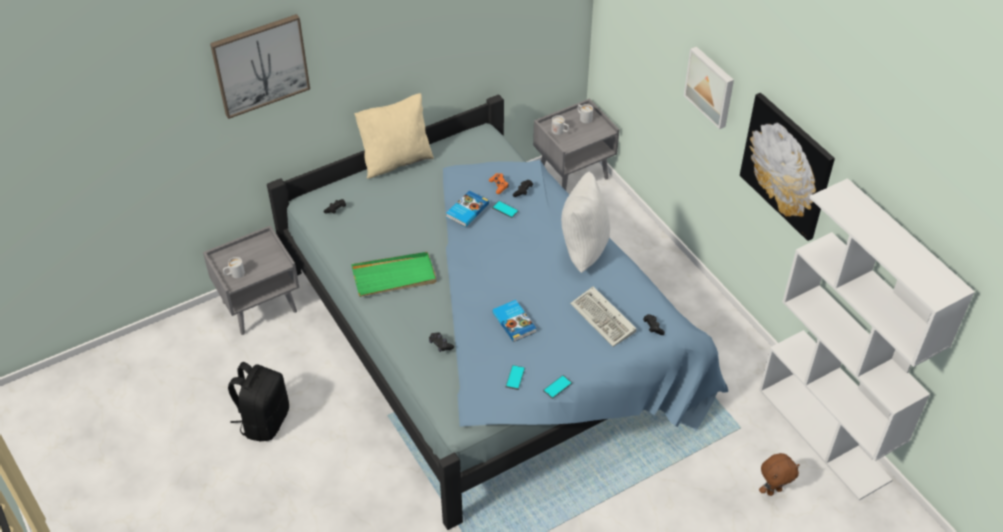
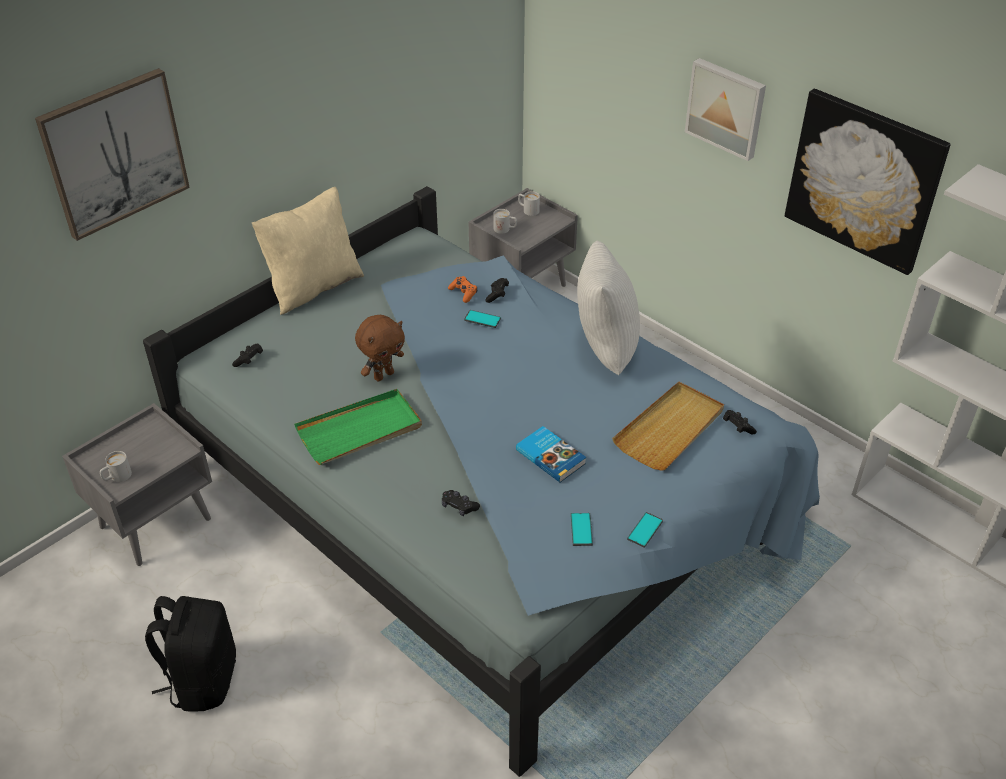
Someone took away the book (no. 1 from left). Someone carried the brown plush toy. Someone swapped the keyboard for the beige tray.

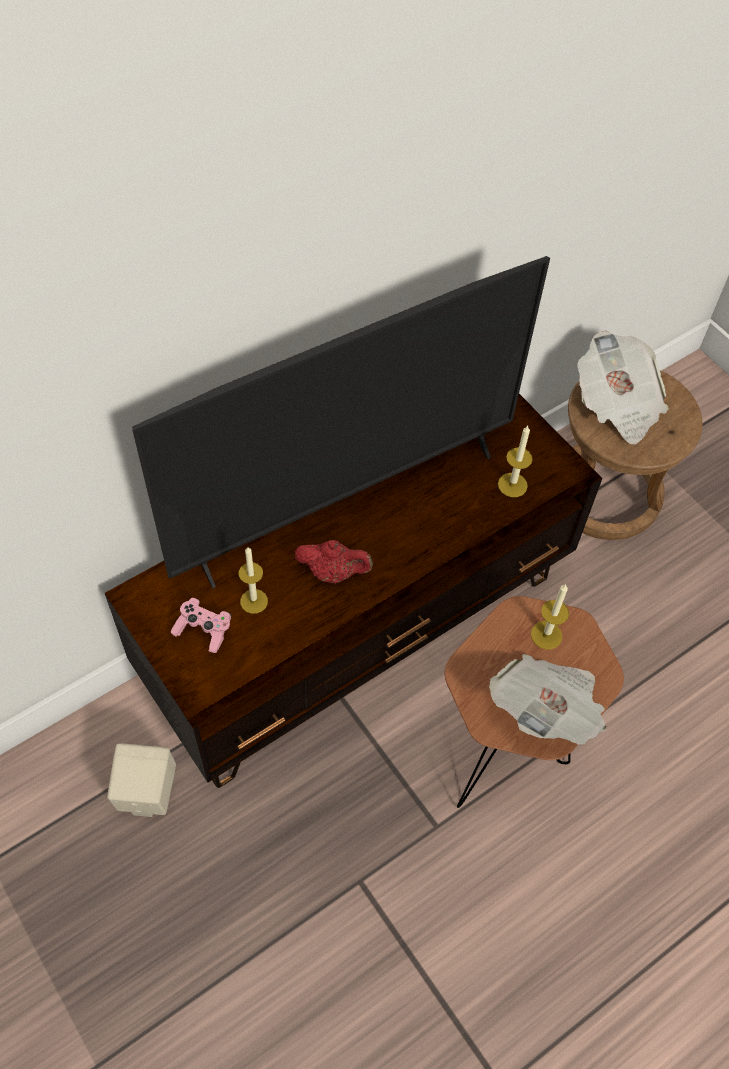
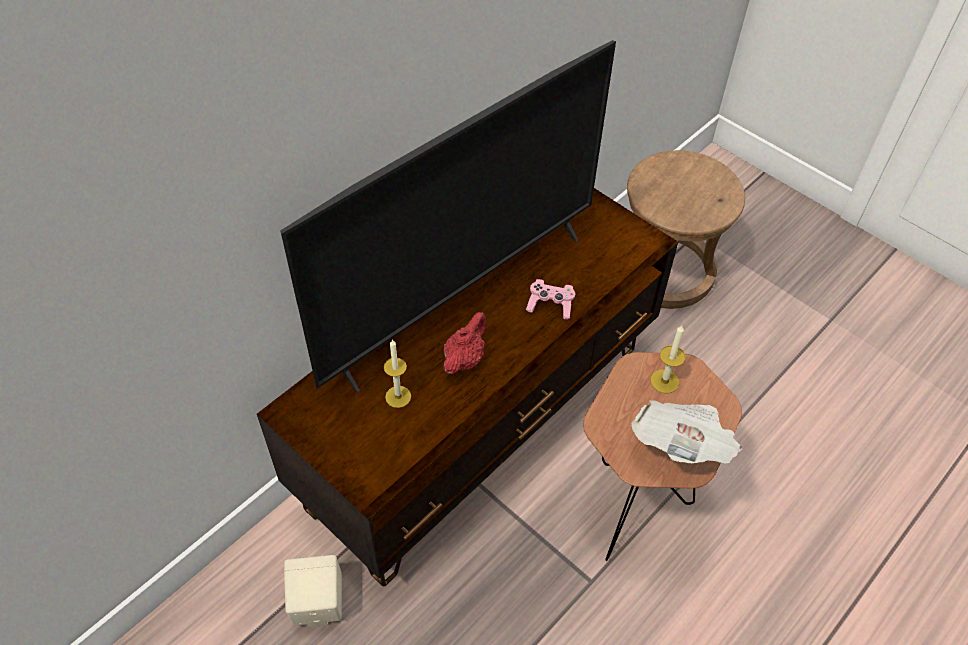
Someone took away the candle (no. 2 from left). Someone took away the newspaper (no. 2 from left). Someone carried the pink game controller. Someone rotated the red teapot by 60 degrees counterclockwise.

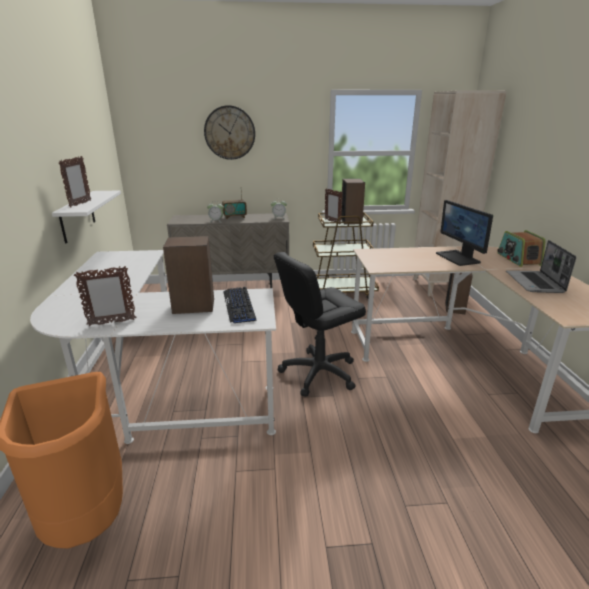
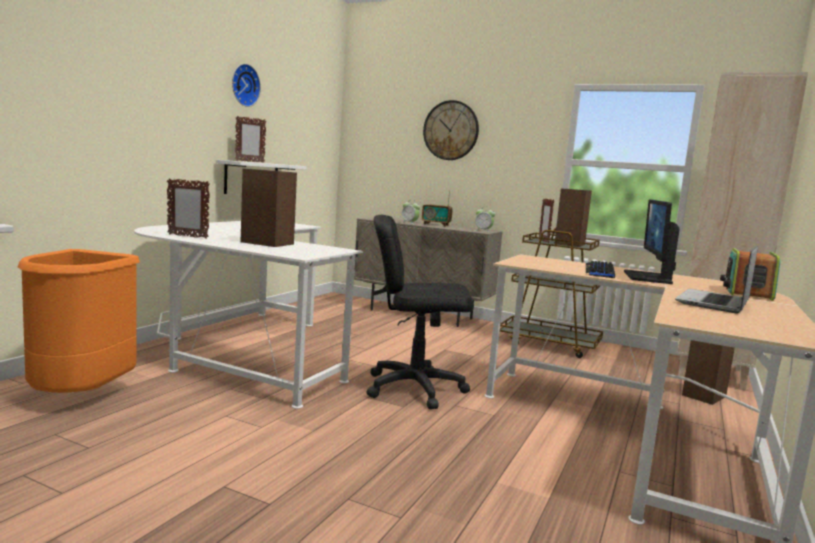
Someone put up the wall clock (no. 1 from left). Someone carried the keyboard.

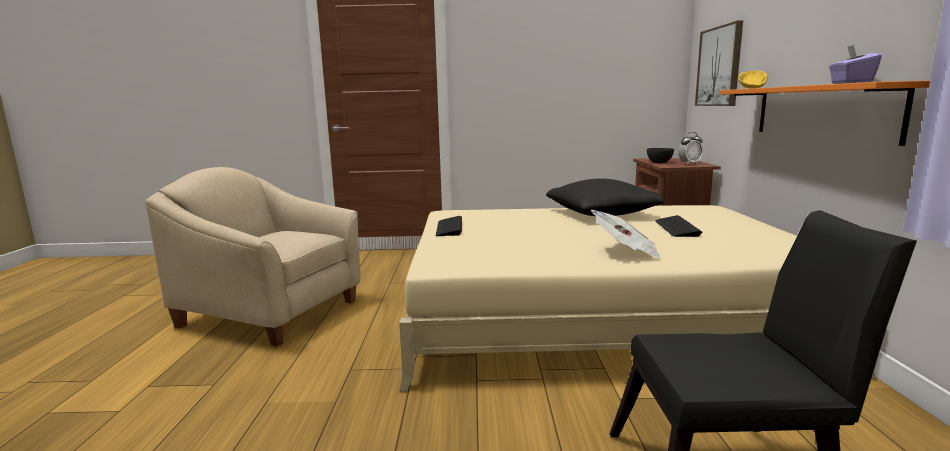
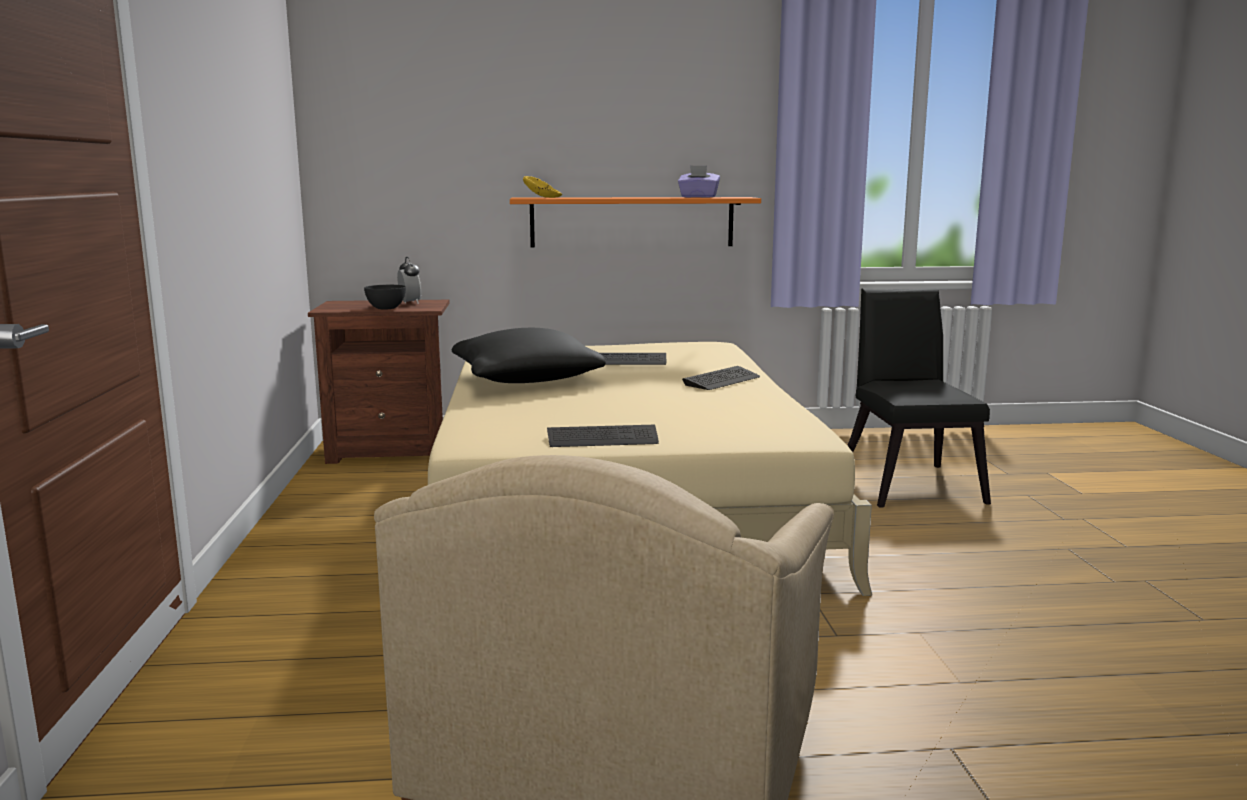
Someone took away the picture. Someone swapped the newspaper for the keyboard (no. 3 from left).

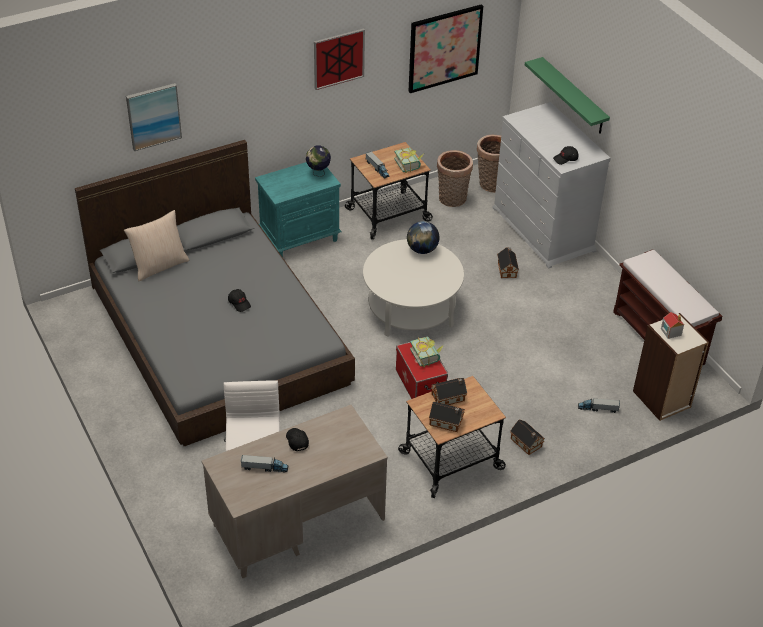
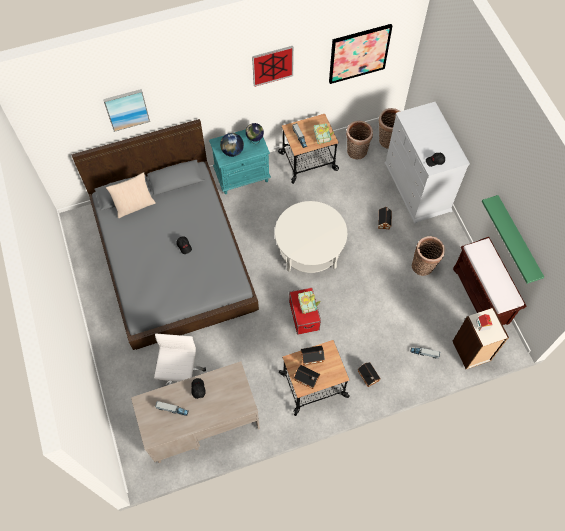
Someone put down the basket (no. 3 from left). Someone carried the globe (no. 2 from left in the first image). Someone carried the green shelf.

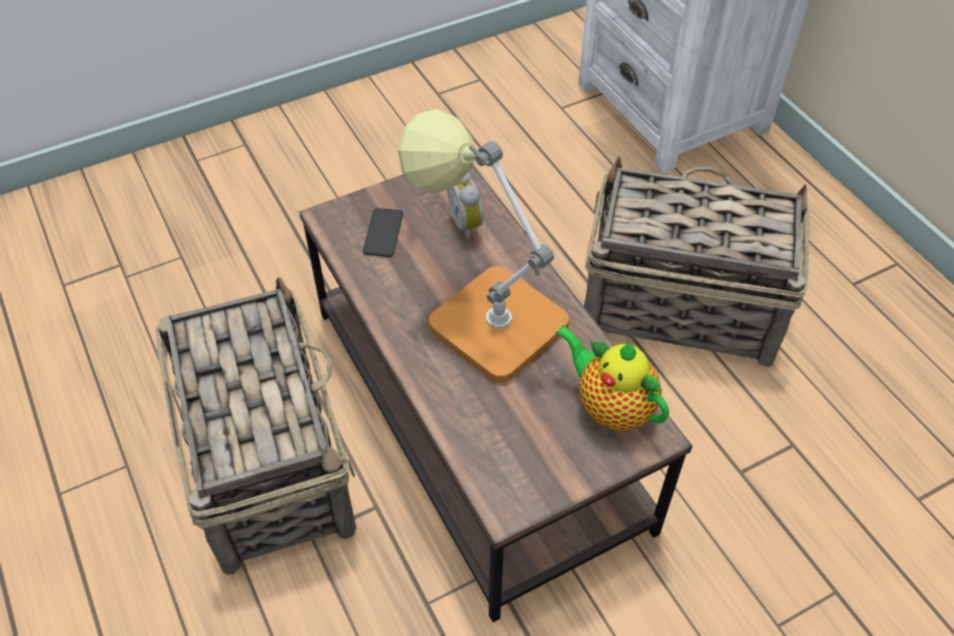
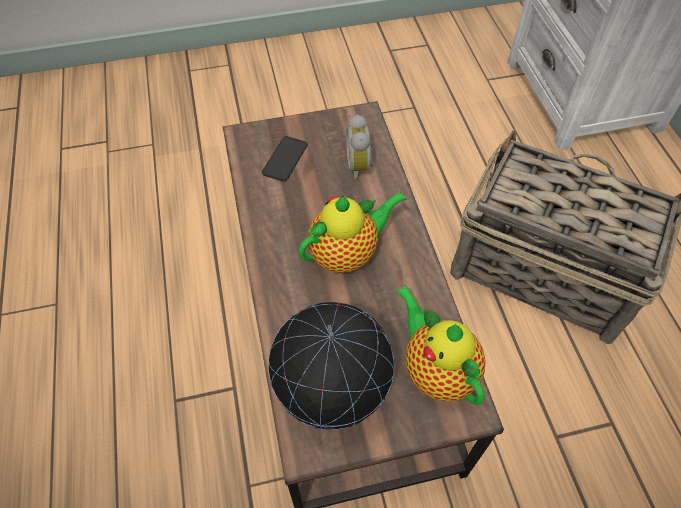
Someone took away the basket (no. 1 from left). Someone put down the globe. Someone swapped the table lamp for the teapot (no. 1 from left).

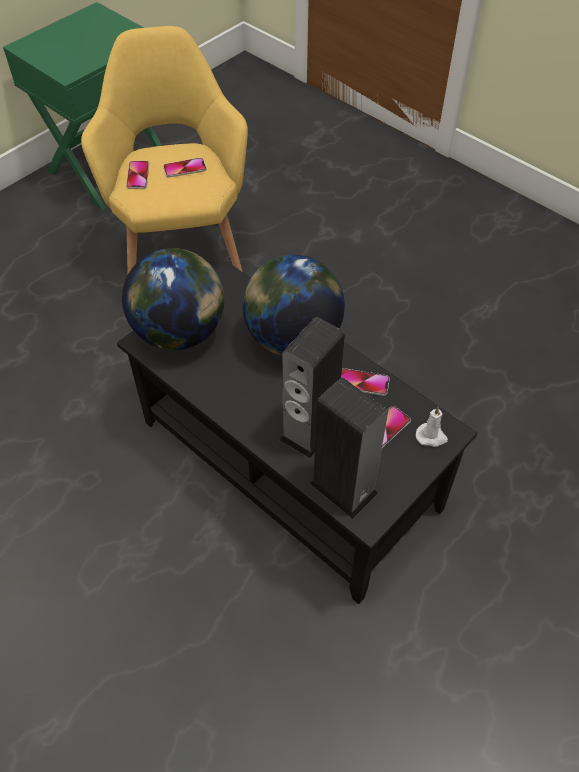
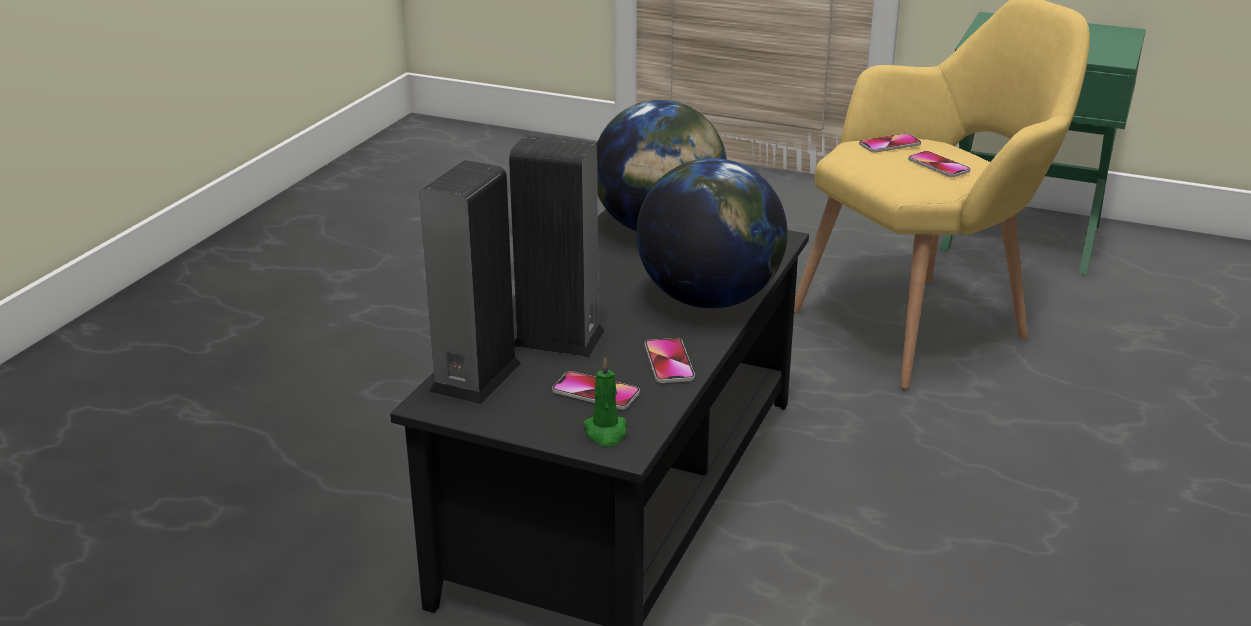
Someone repainted the white candle, which became the green candle.

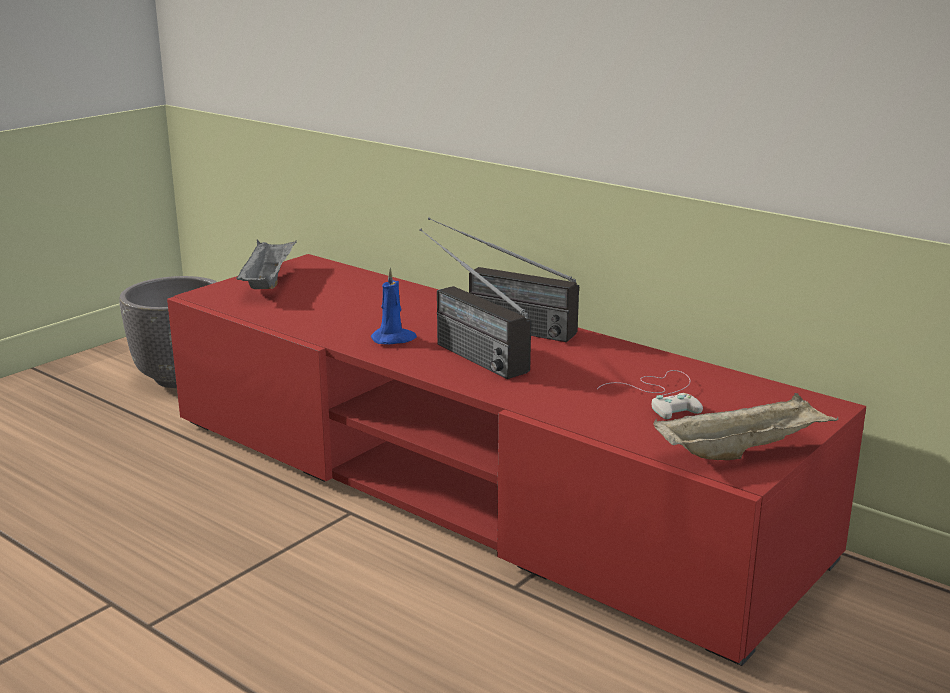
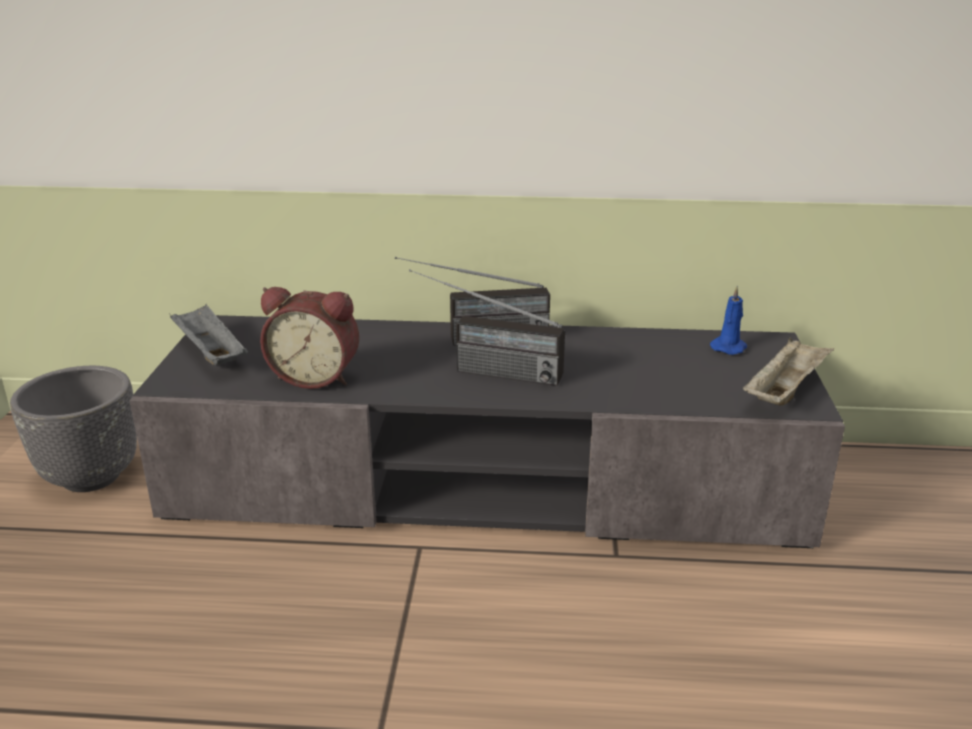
Someone took away the white game controller. Someone put down the alarm clock. Someone carried the blue candle. Someone repainted the red tv stand, which became the grey tv stand.

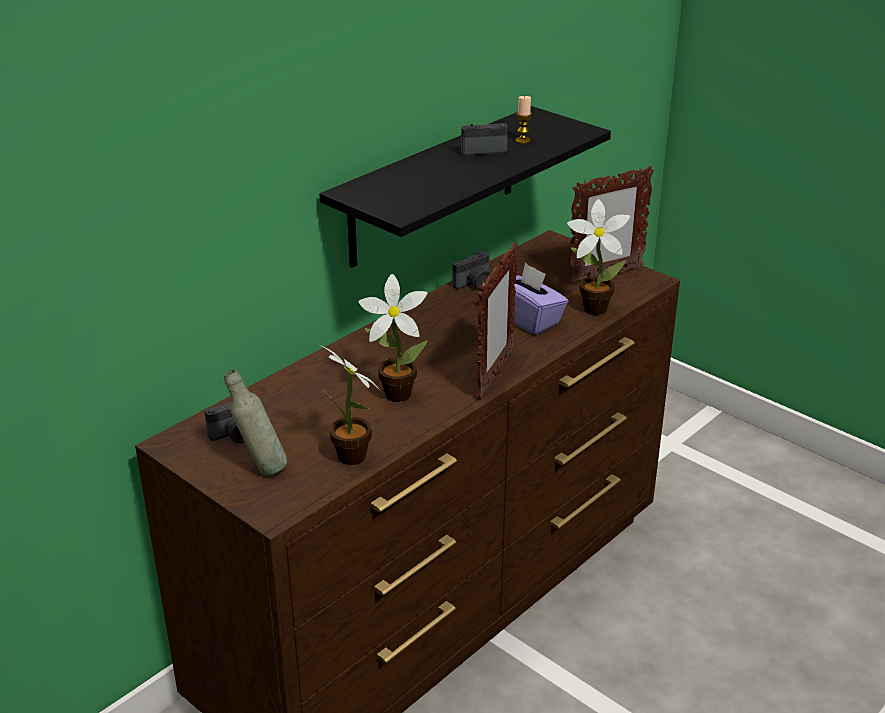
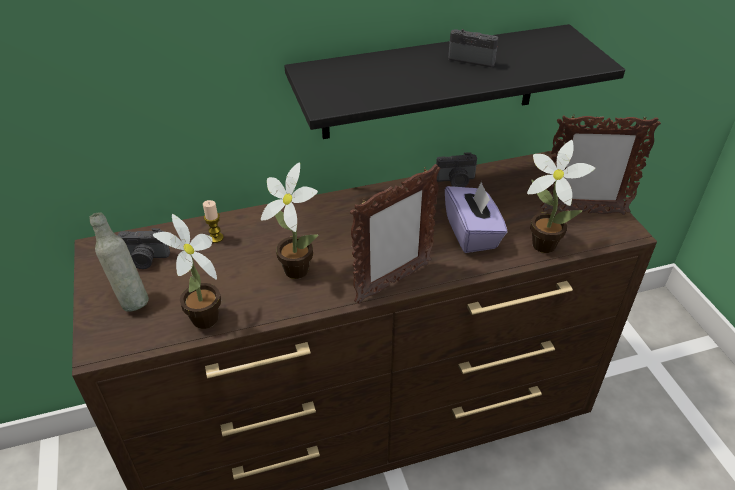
Someone carried the candle.

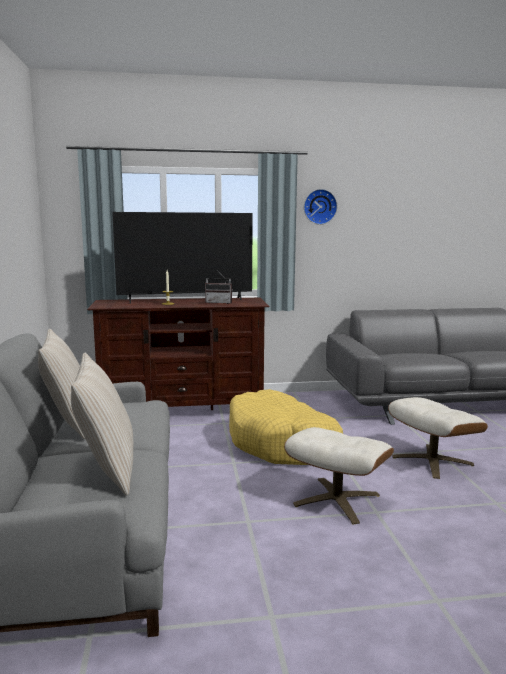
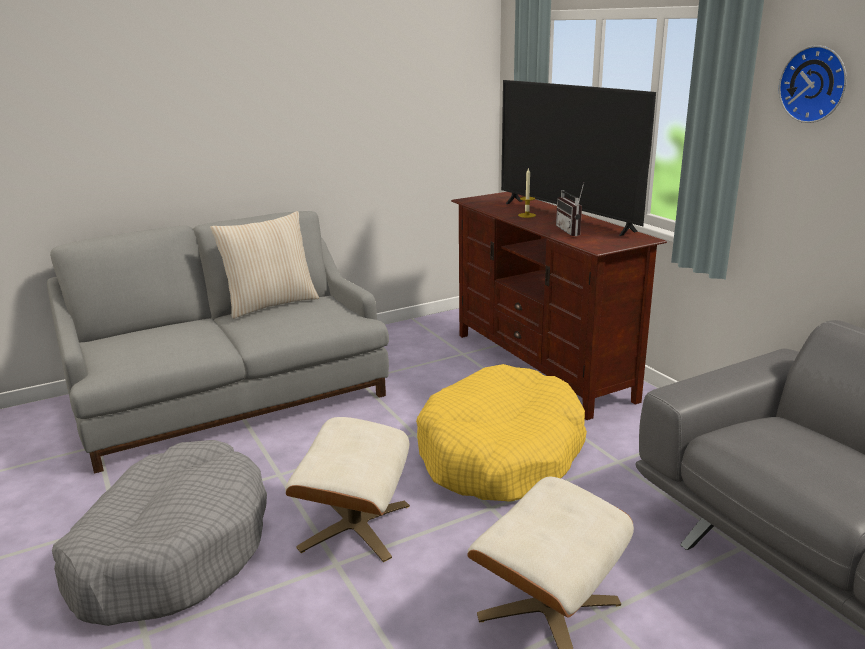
Someone took away the beige pillow (no. 2 from left). Someone put down the grey dog bed.

